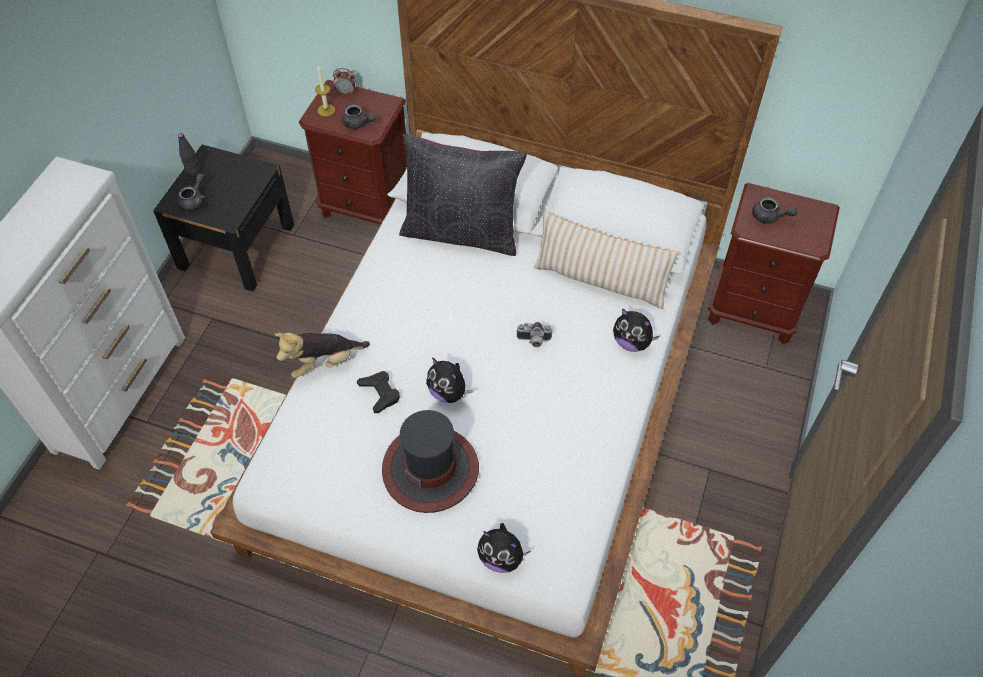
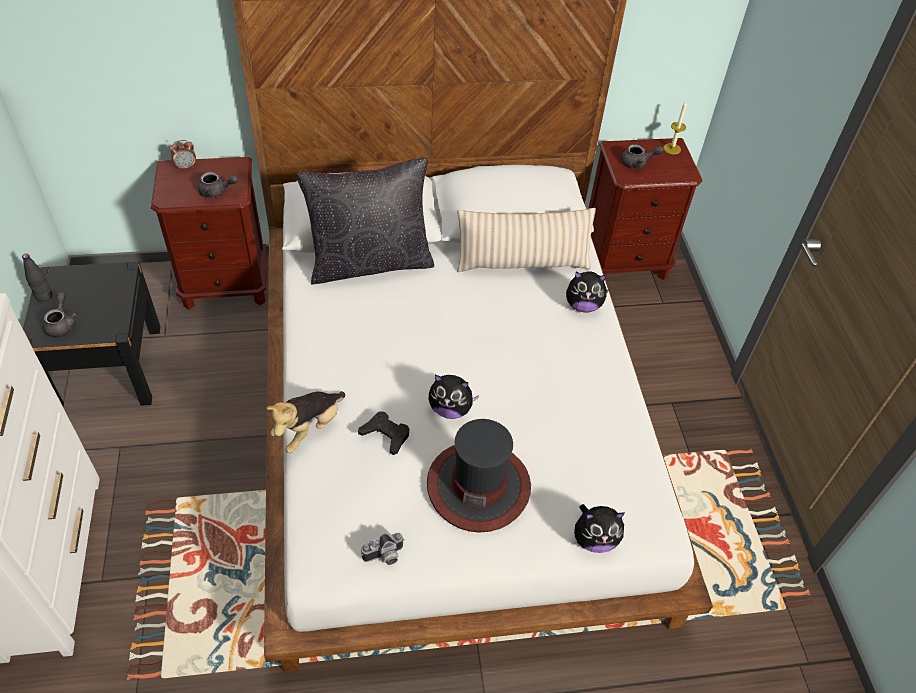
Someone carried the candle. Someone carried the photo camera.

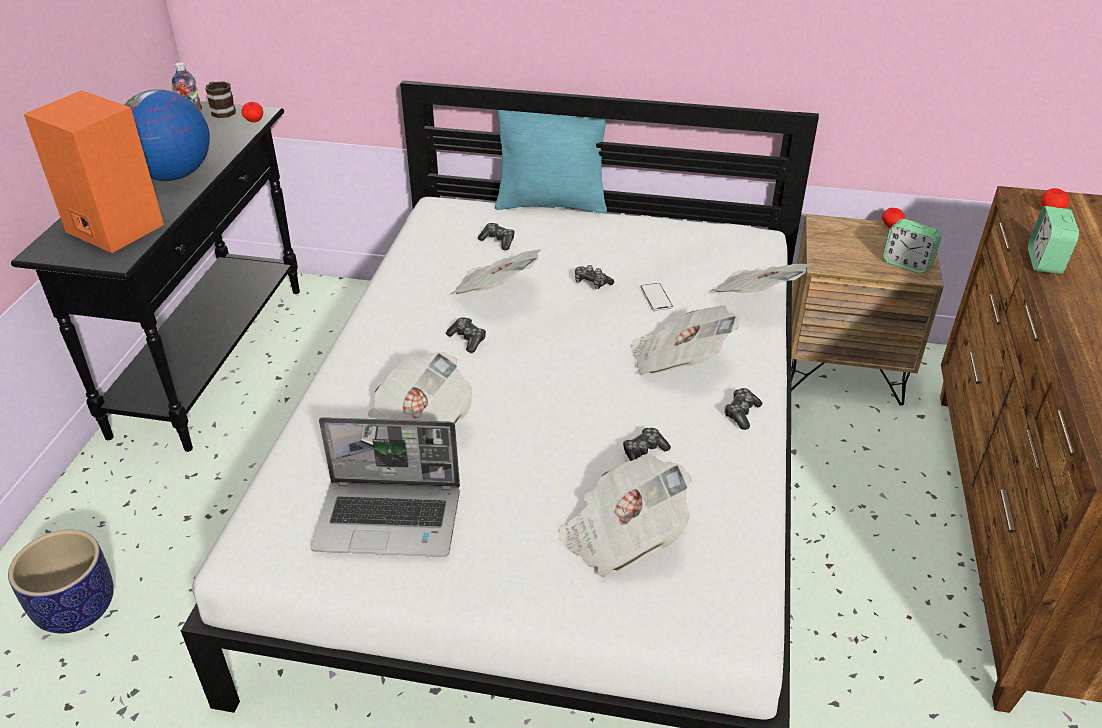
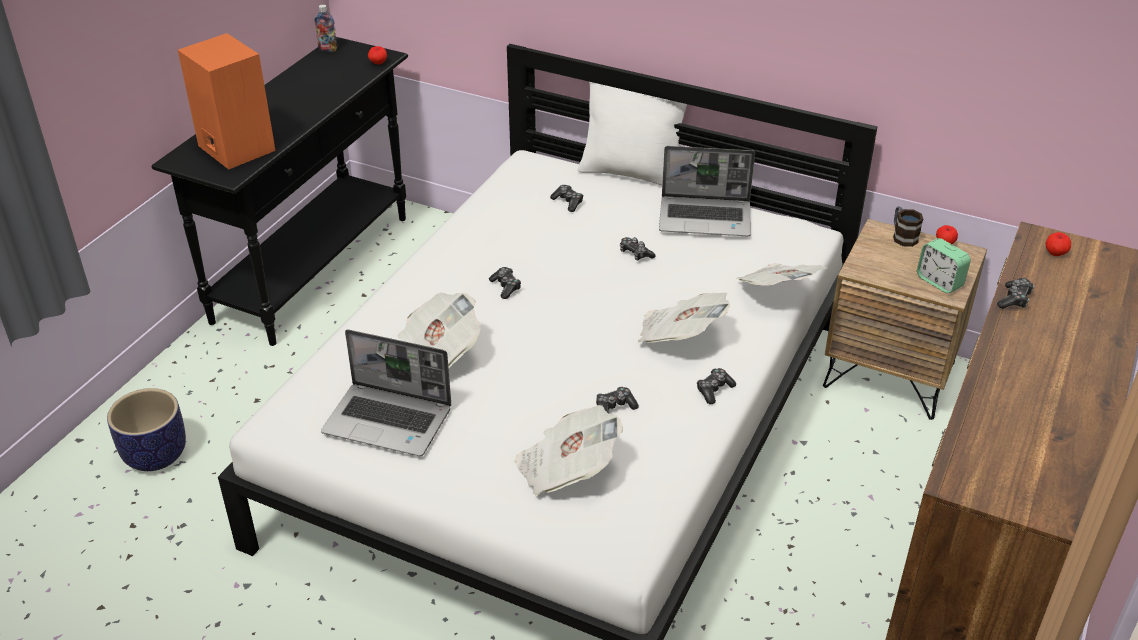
Someone took away the globe. Someone took away the newspaper (no. 2 from left). Someone took away the phone. Someone put down the laptop (no. 2 from left). Someone carried the mug. Someone swapped the alarm clock (no. 2 from left) for the game controller (no. 6 from left). Someone repainted the turquoise pillow, which became the white pillow.

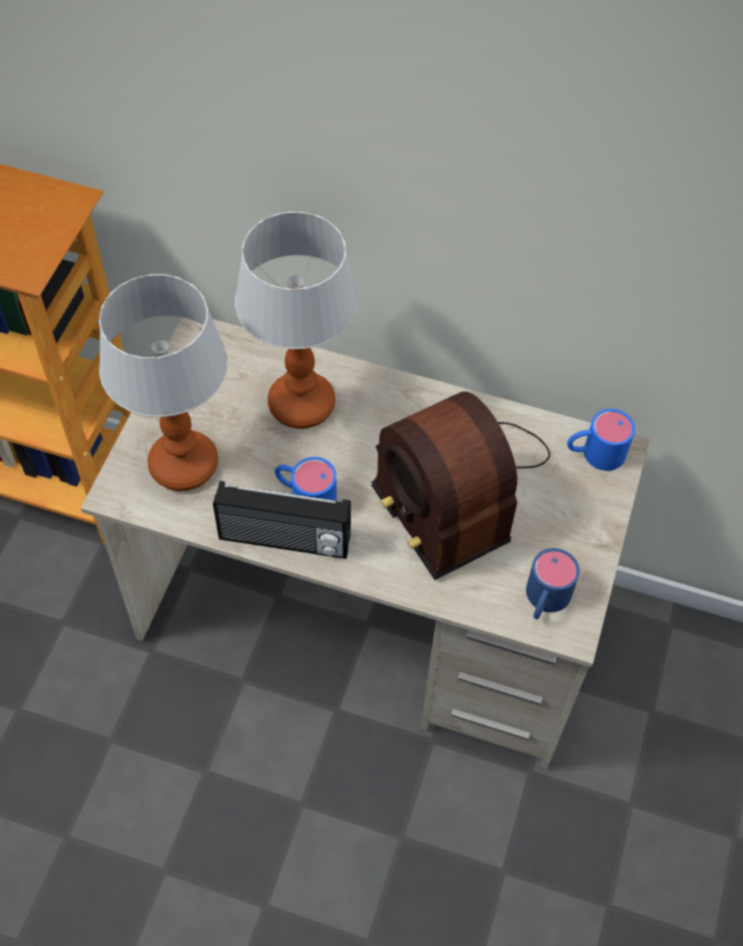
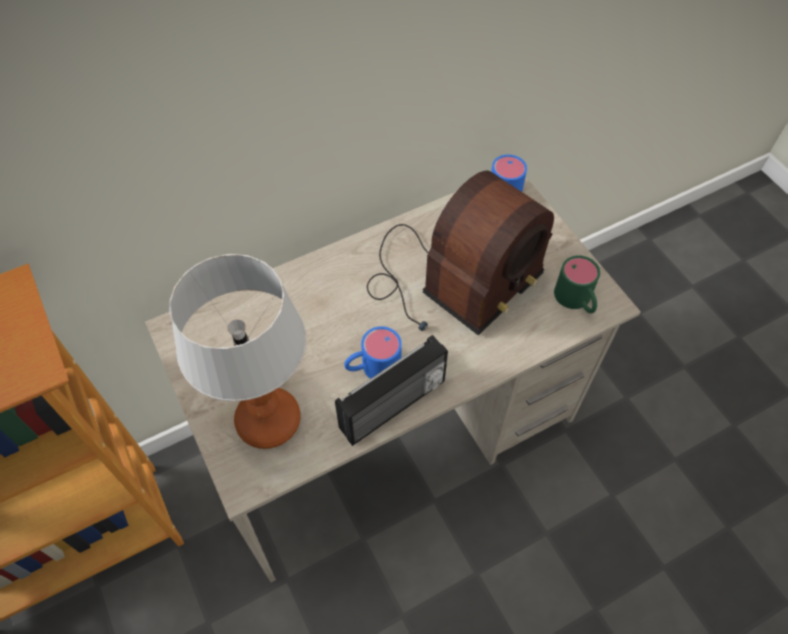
Someone took away the table lamp (no. 2 from left). Someone repainted the blue mug (no. 2 from left), which became the green mug. Someone rotated the radio (no. 2 from left) by 60 degrees counterclockwise.

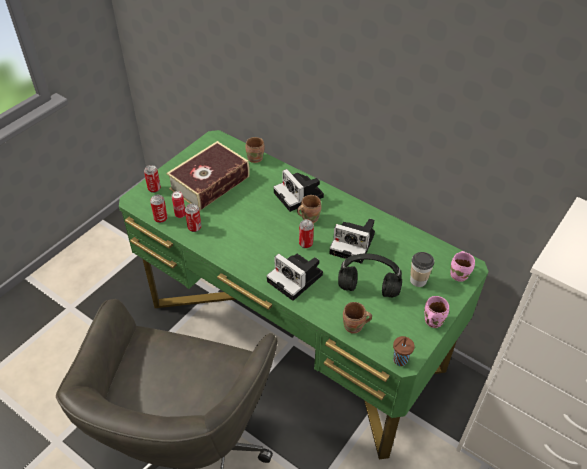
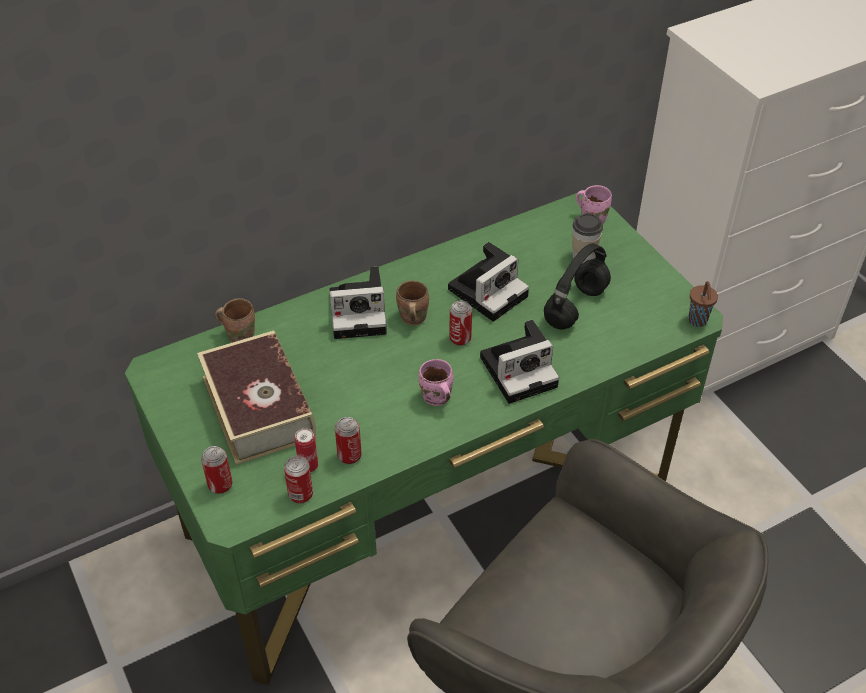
Someone took away the brown mug (no. 3 from left). Someone carried the pink mug (no. 1 from left).

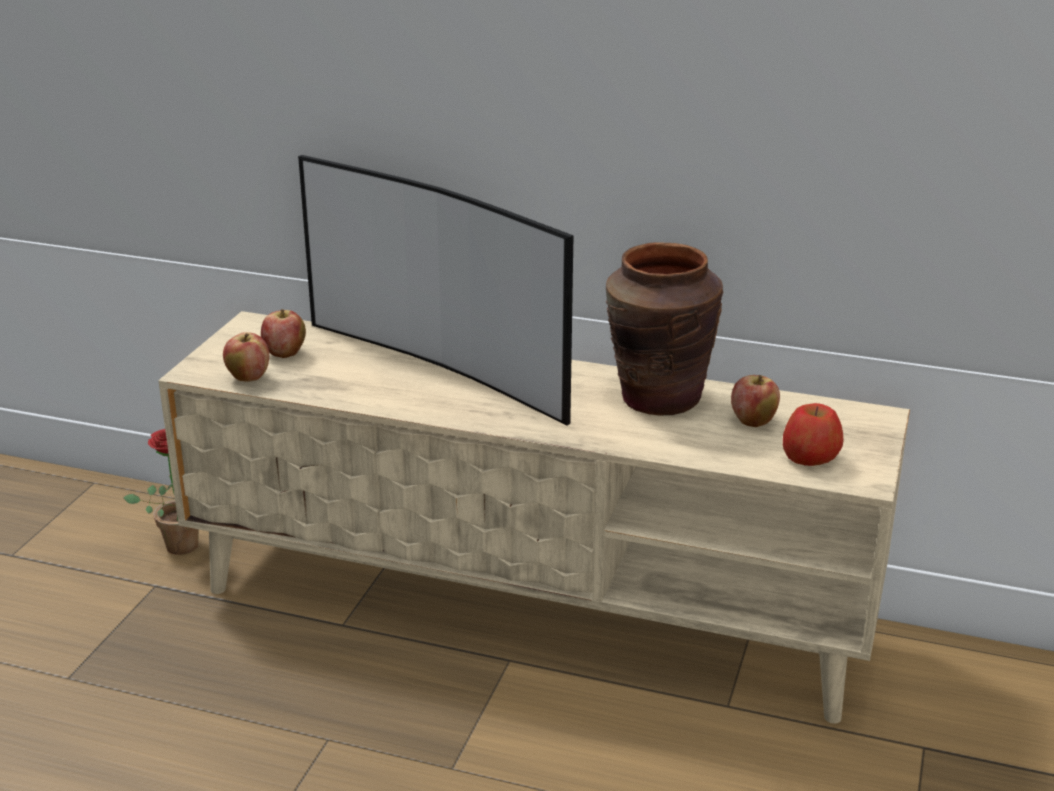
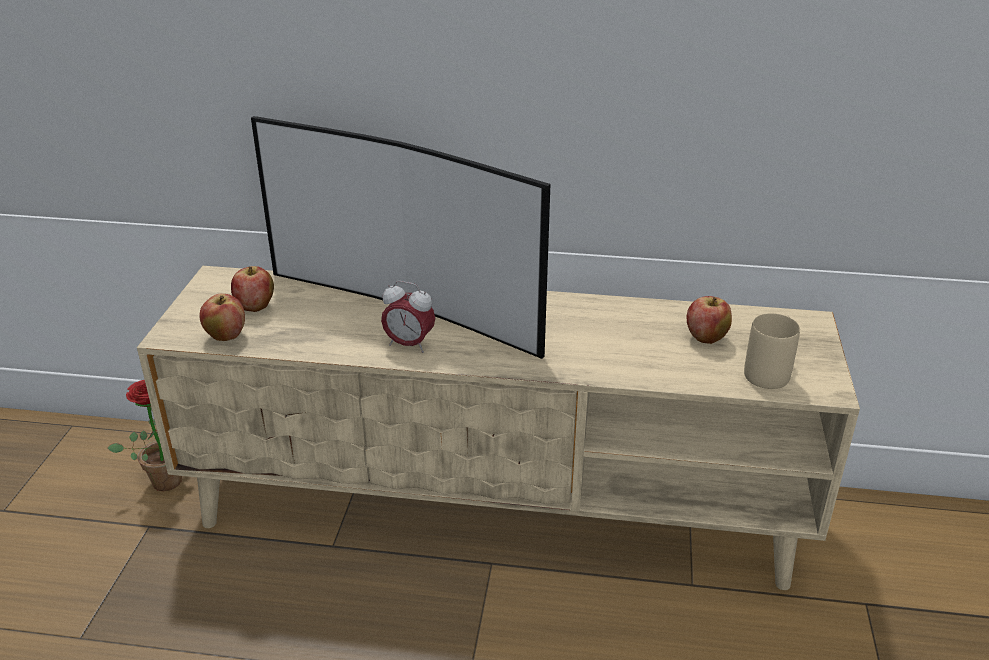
Someone took away the brown vase. Someone put down the alarm clock. Someone swapped the apple (no. 4 from left) for the beige mug.

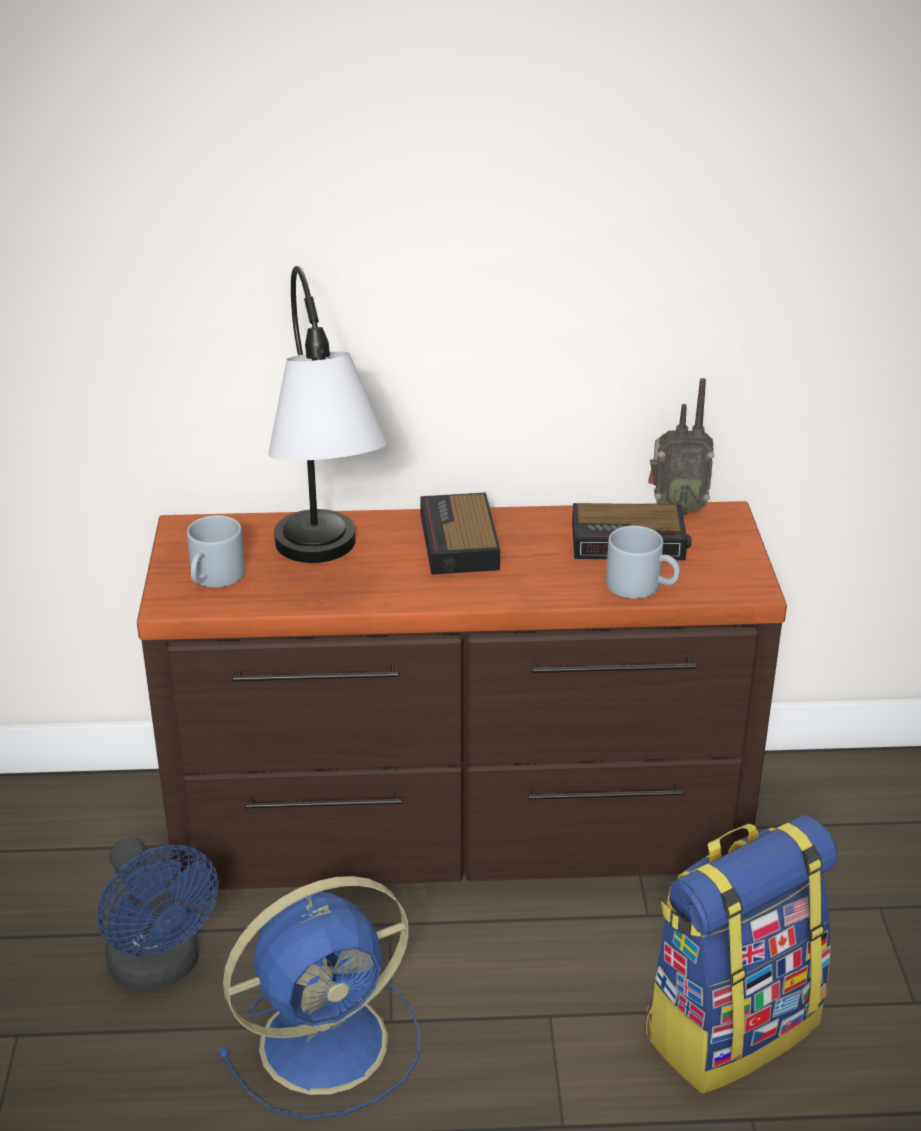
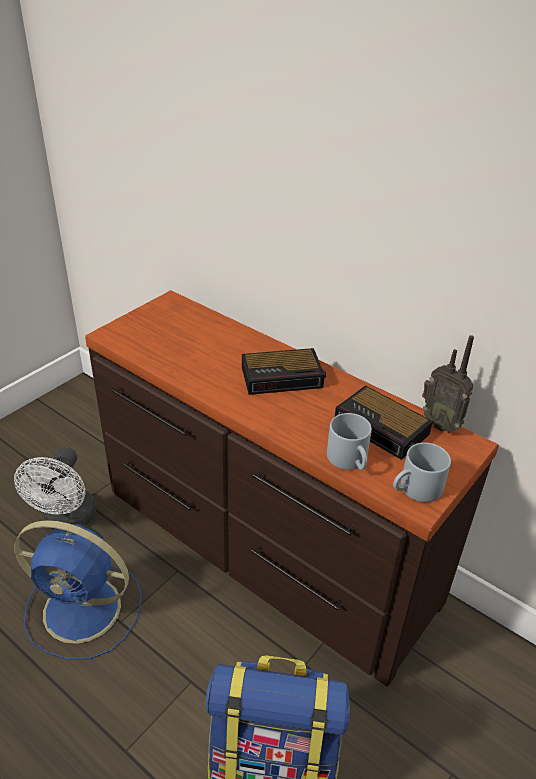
Someone took away the table lamp. Someone carried the grey mug (no. 1 from left in the first image). Someone repainted the blue fan (no. 1 from left), which became the white fan. Someone rotated the alarm clock (no. 1 from left) by 135 degrees counterclockwise.

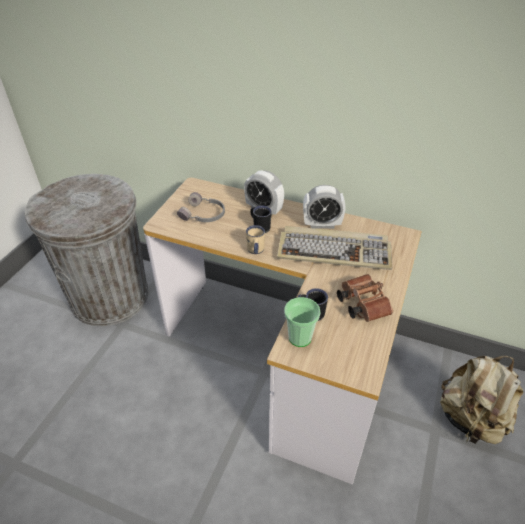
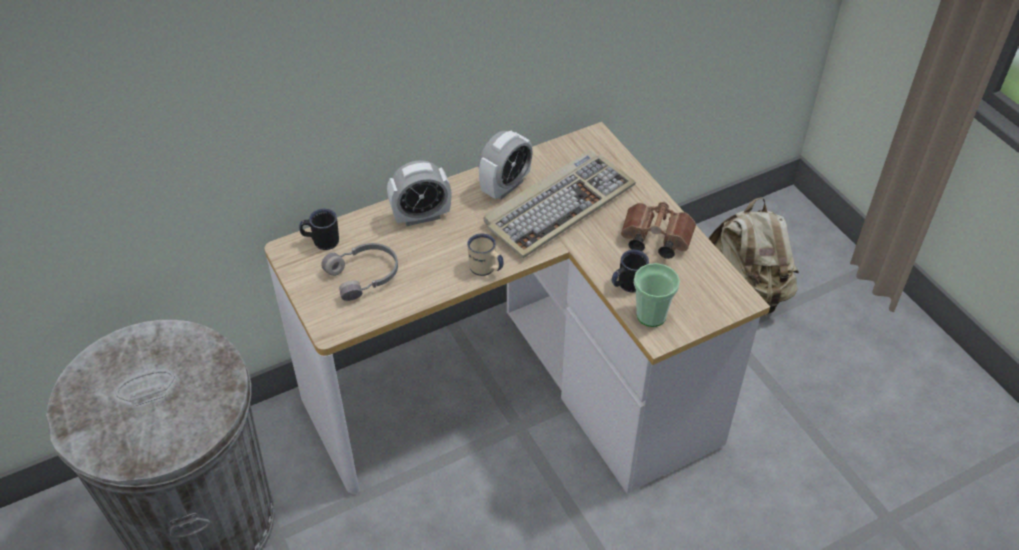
Someone carried the black mug (no. 1 from left).

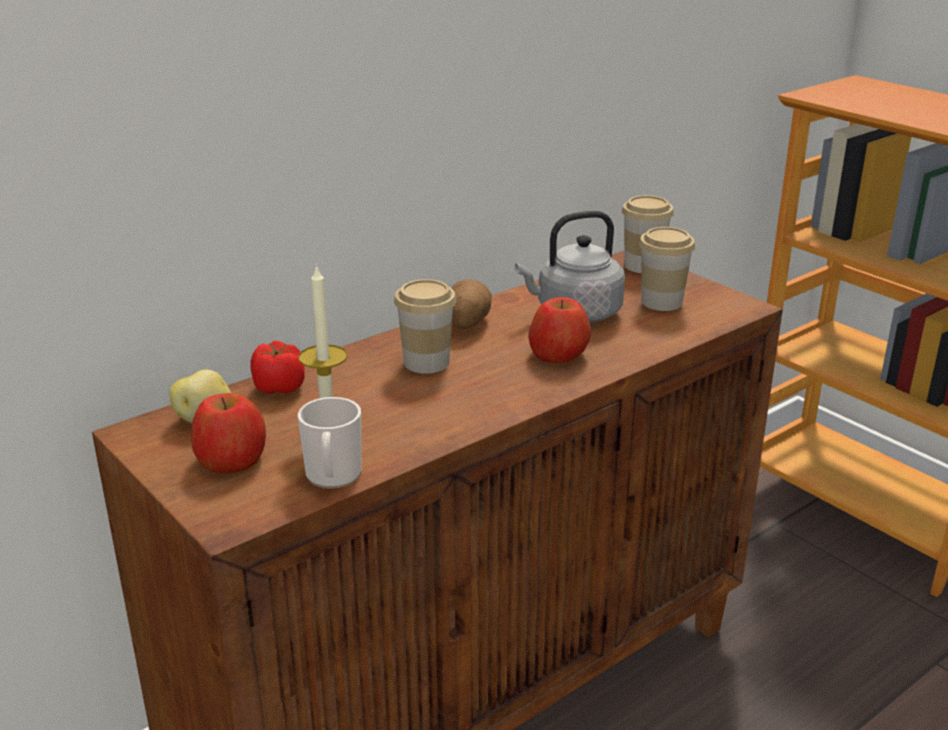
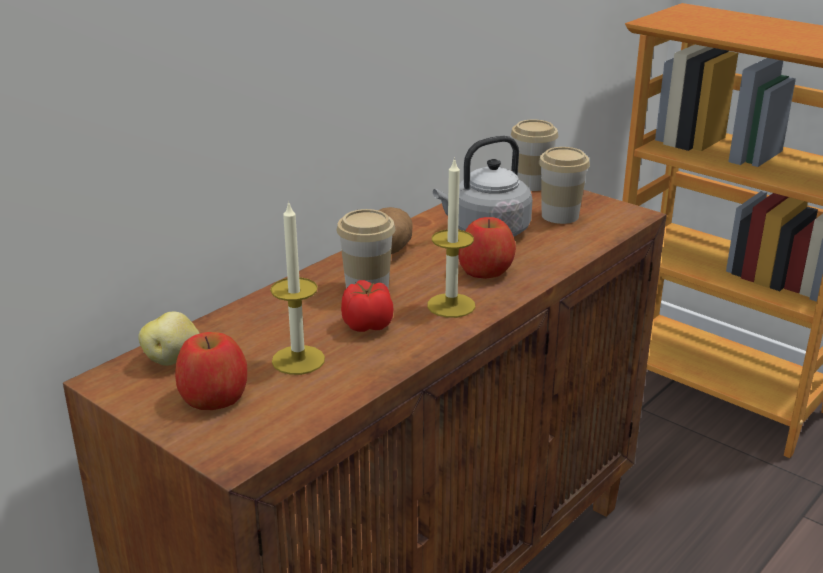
Someone took away the mug. Someone put down the candle (no. 2 from left). Someone carried the tomato.

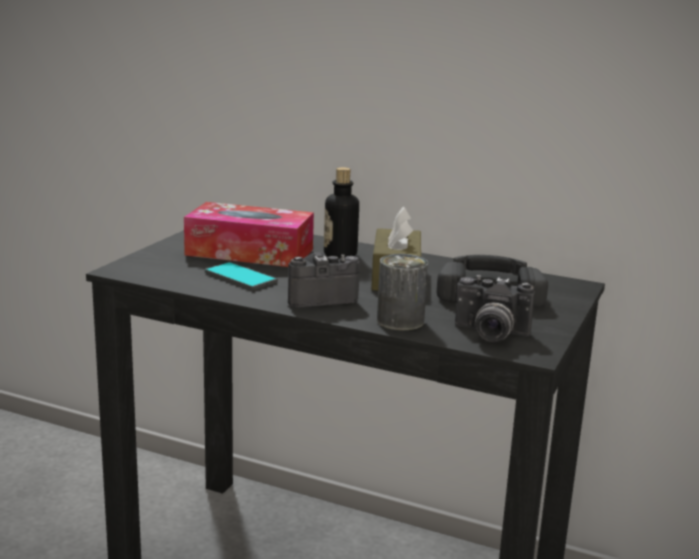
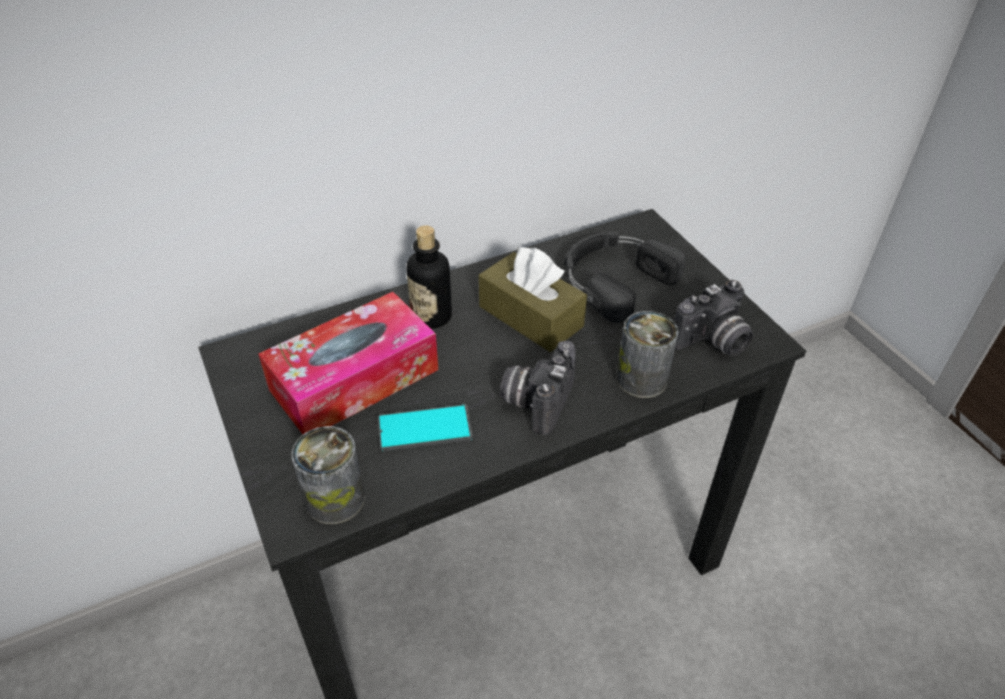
Someone put down the can (no. 1 from left).

